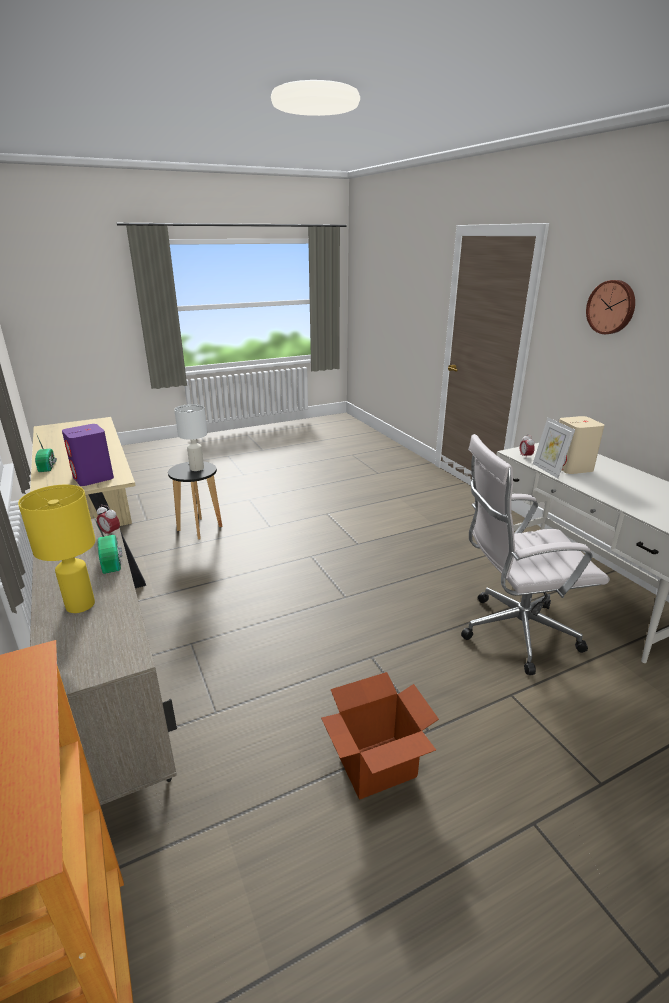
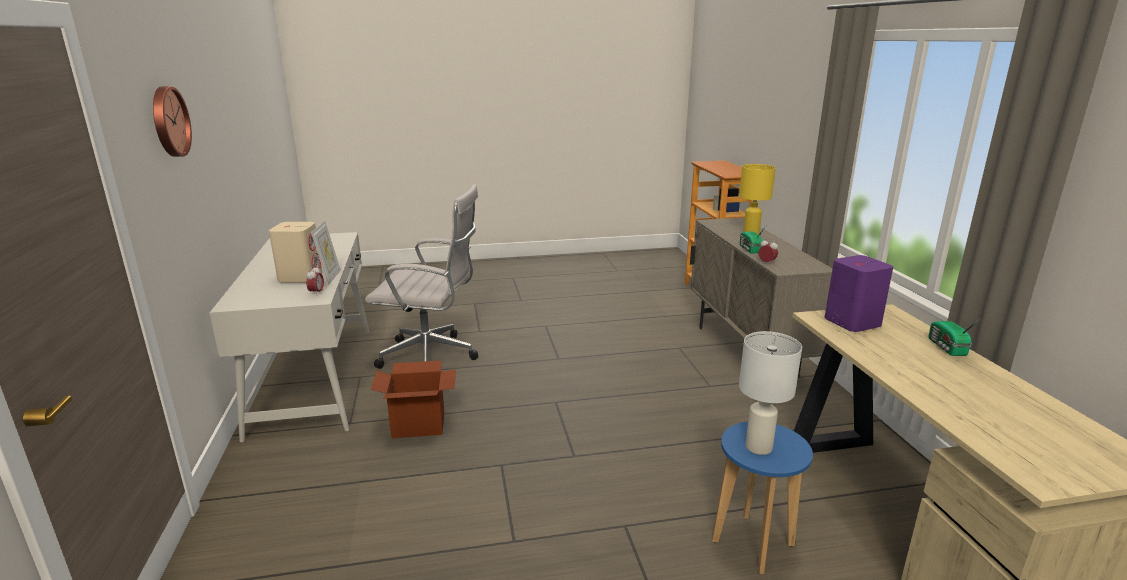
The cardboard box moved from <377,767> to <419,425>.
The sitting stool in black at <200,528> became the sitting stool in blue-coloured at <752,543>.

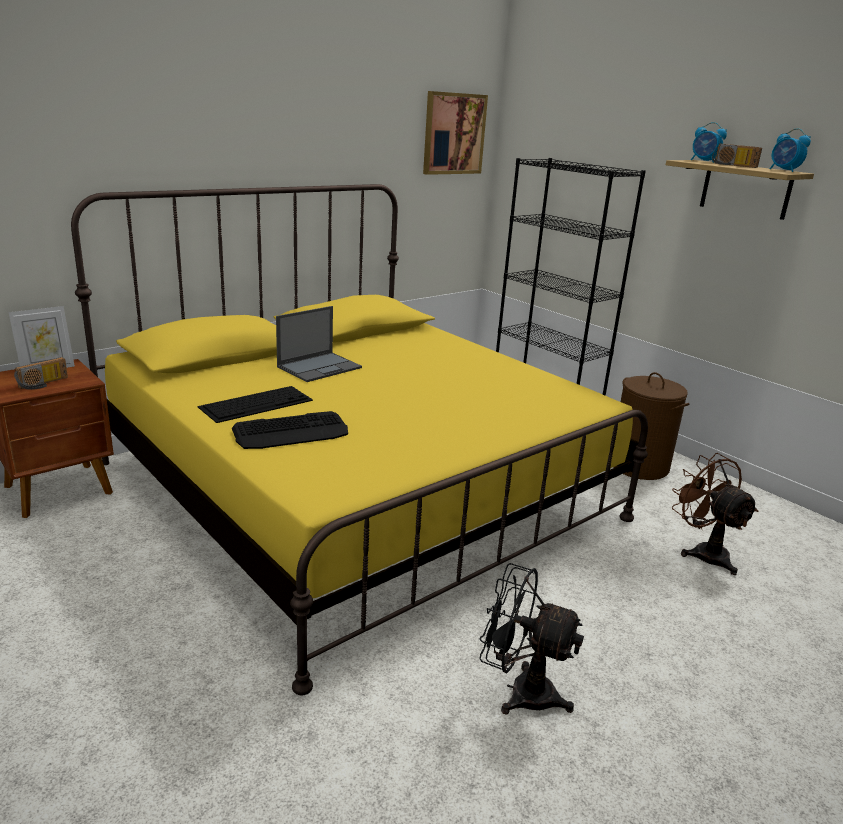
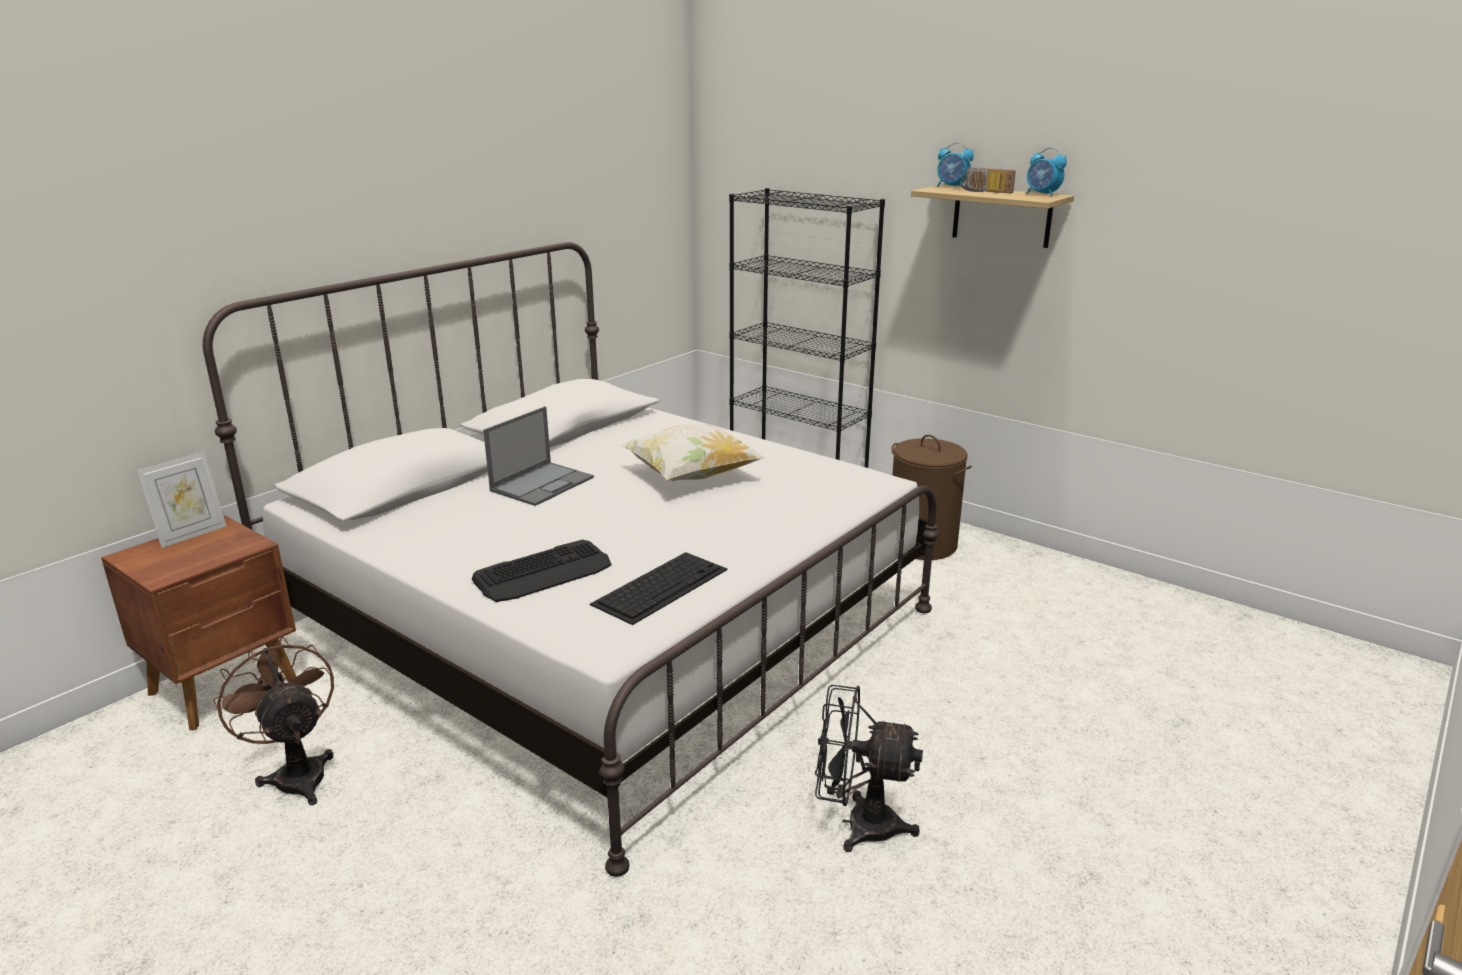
The radio receiver at <44,384> disappeared.
The wall art at <453,134> disappeared.
The pillow at <691,476> appeared.
The keyboard moved from <257,403> to <661,586>.
The cooling fan in brown-coloured moved from <703,552> to <297,773>.
The bed in yellow-coloured at <358,490> became the bed in whitish at <606,626>.

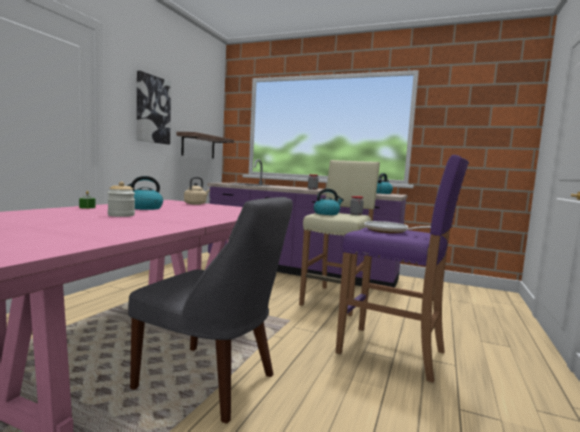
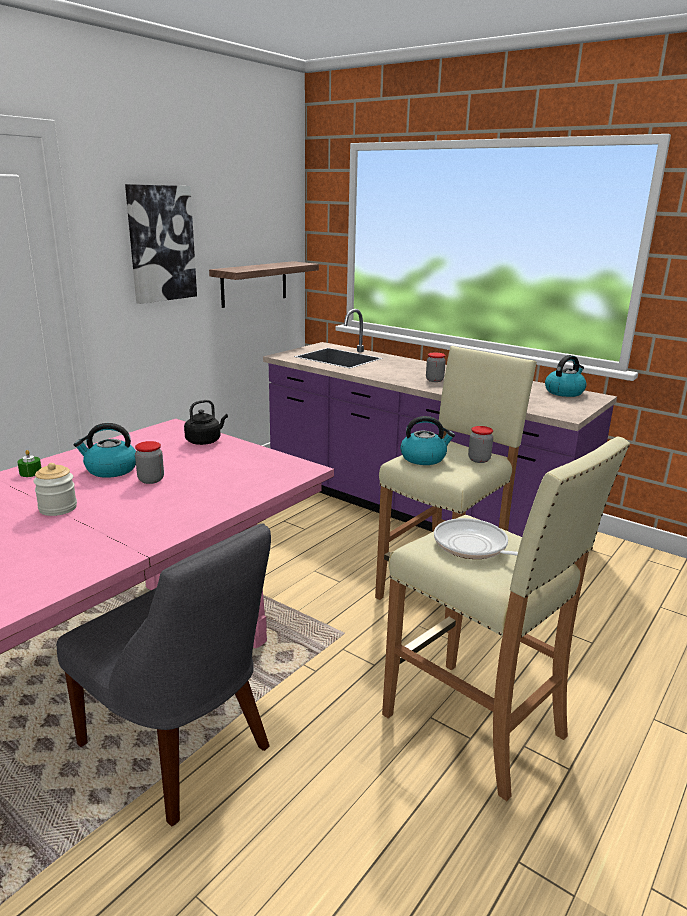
The jar at <151,480> appeared.
The kettle in beige-coloured at <196,204> became the kettle in black at <205,441>.
The sitting stool in purplish at <392,352> became the sitting stool in beige-coloured at <475,726>.

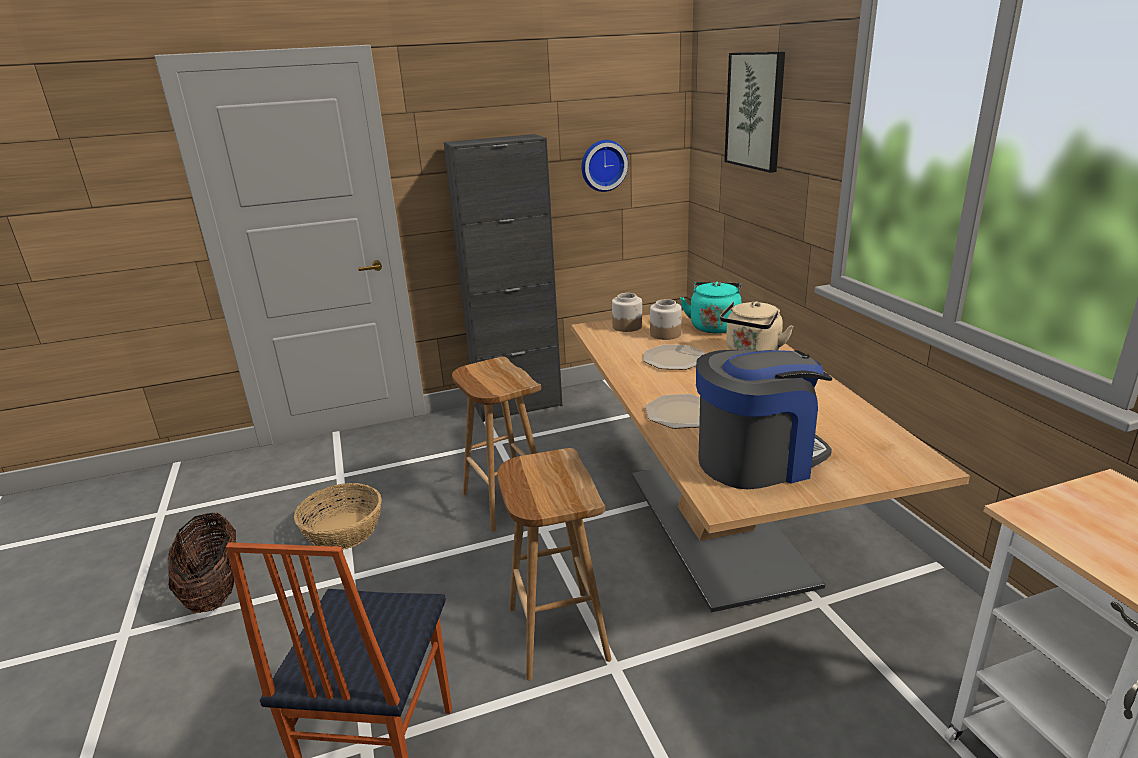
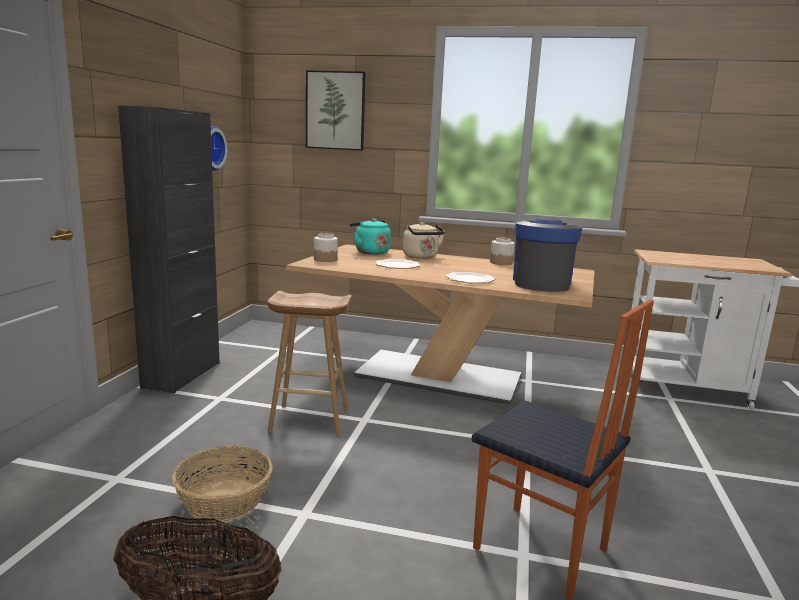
The sitting stool in brown-coloured at <556,632> disappeared.
The jar moved from <666,334> to <501,263>.

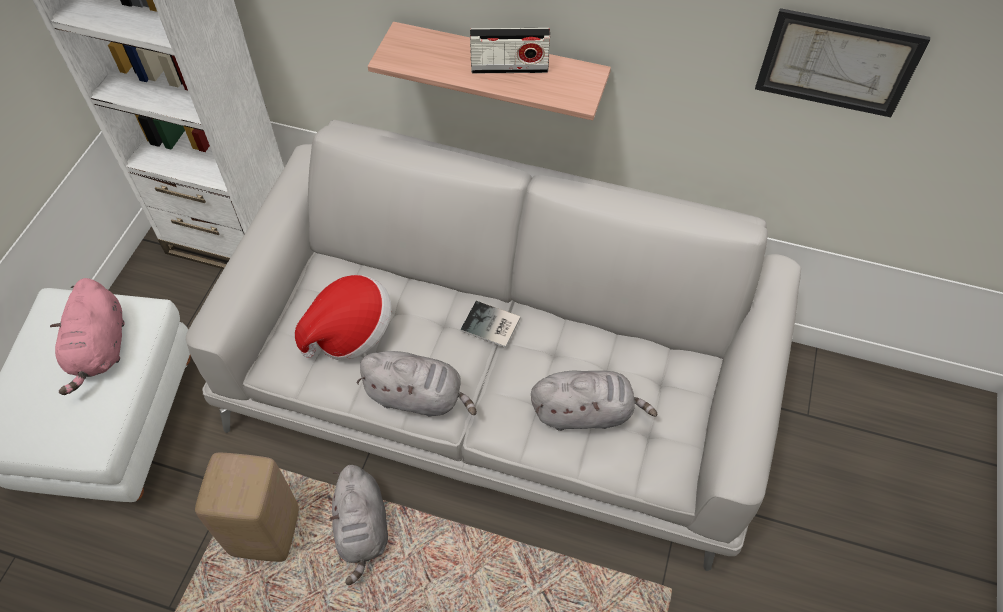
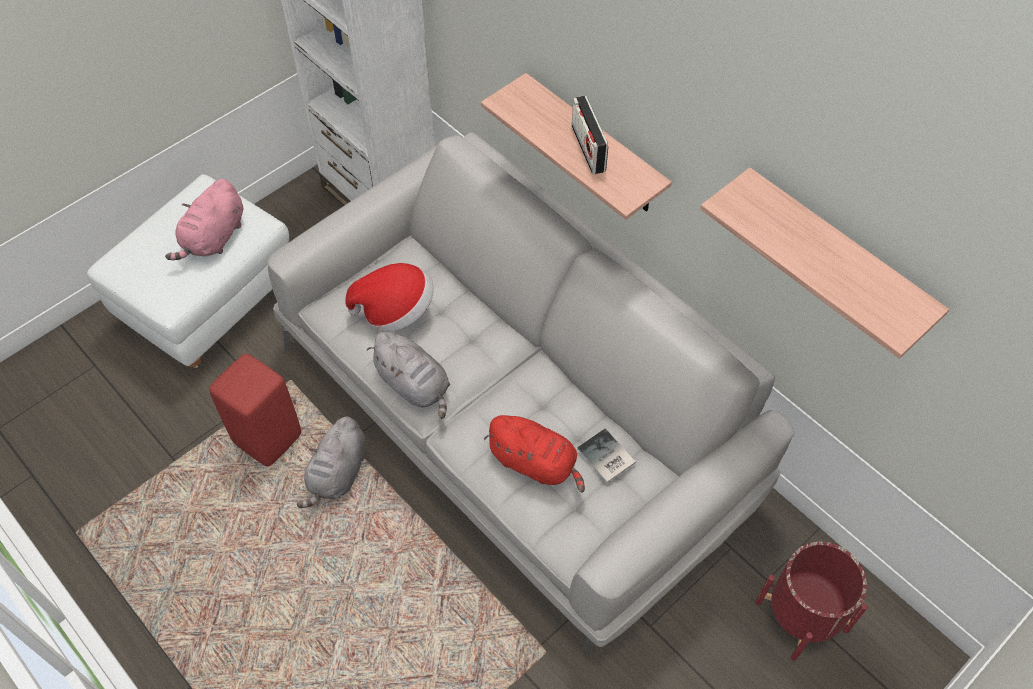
The flower pot in red-coloured at <801,616> appeared.
The volume moved from <491,326> to <605,458>.
The wall art at <837,62> was replaced by the bracket shelf at <835,257>.
The sitting stool in beige-coloured at <264,530> became the sitting stool in red-coloured at <268,437>.
The plush toy in gray at <586,412> became the plush toy in red-coloured at <536,463>.
The radio receiver at <509,68> turned 45 degrees clockwise.

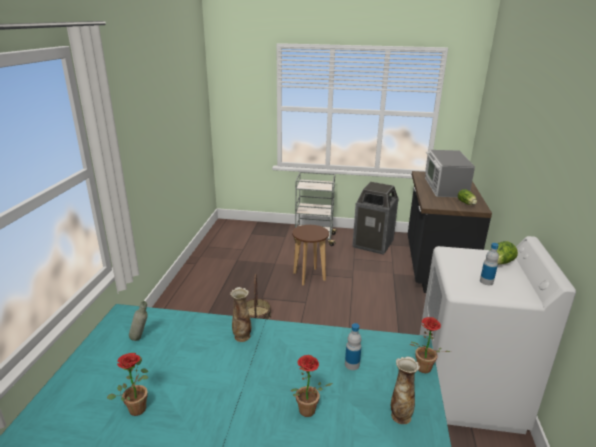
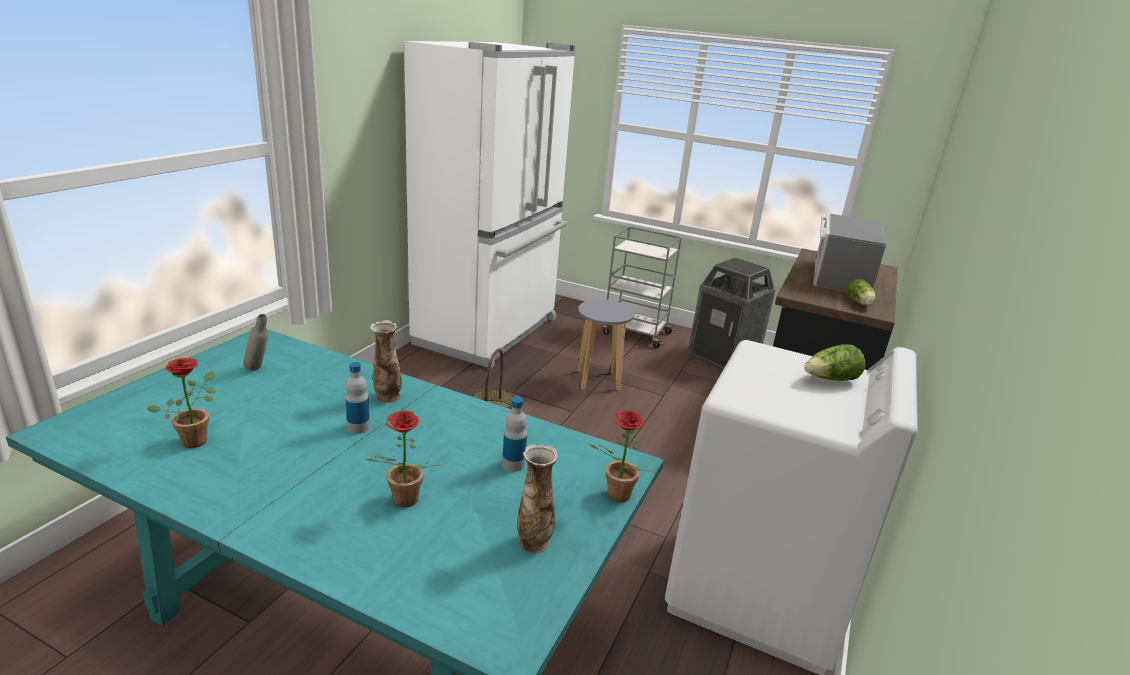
The kitchen fridge in whitish at <490,331> appeared.
The drink bottle moved from <486,281> to <358,427>.
The sitting stool in brown-coloured at <309,277> became the sitting stool in gray at <598,380>.

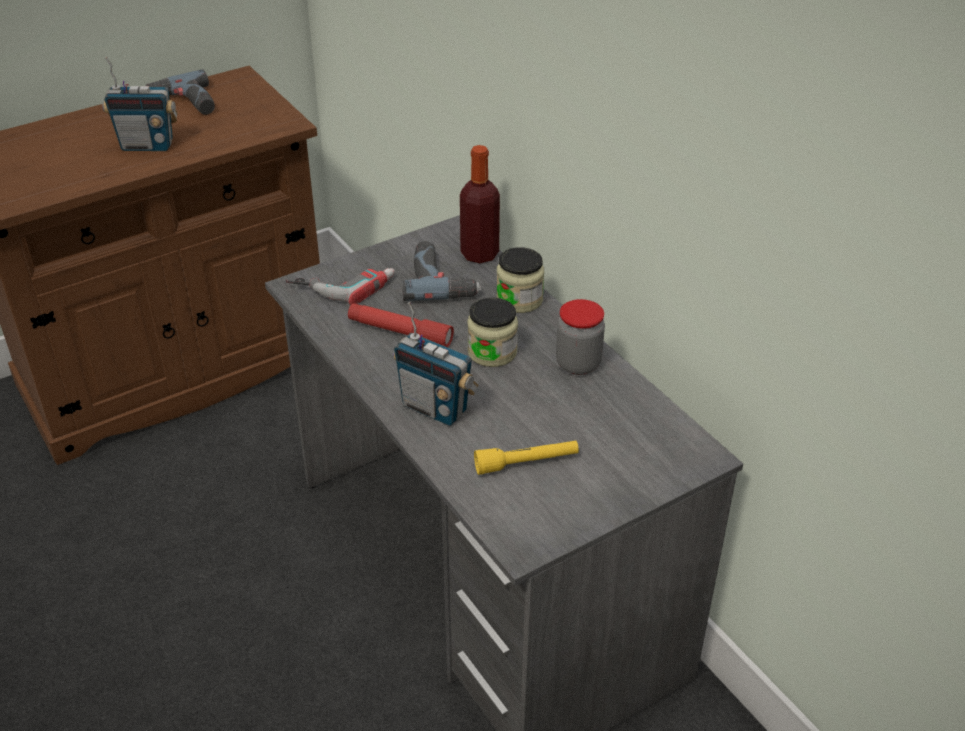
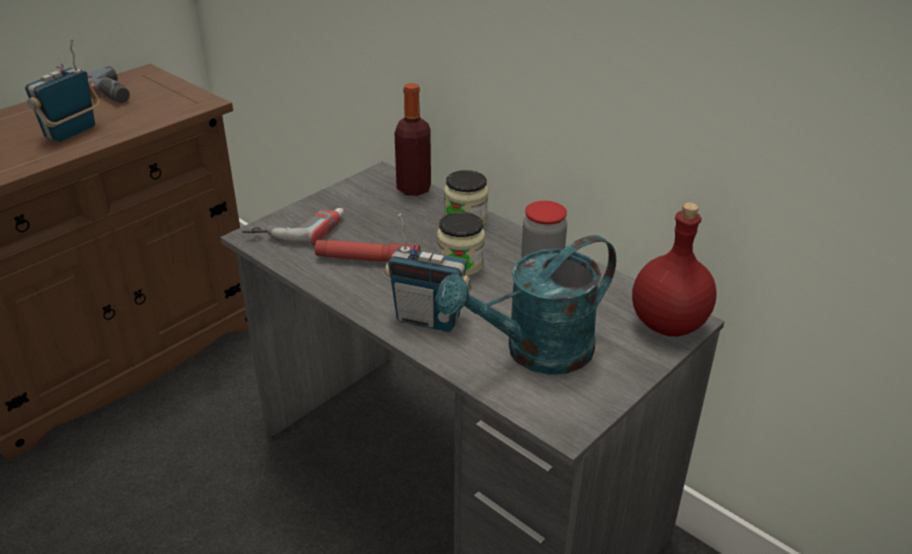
The power drill at <441,280> disappeared.
The drink bottle in red-coloured at <669,324> appeared.
The hand torch in yellow-coloured at <526,463> was replaced by the watering can in turquoise at <535,352>.
The radio receiver at <147,145> turned 135 degrees clockwise.

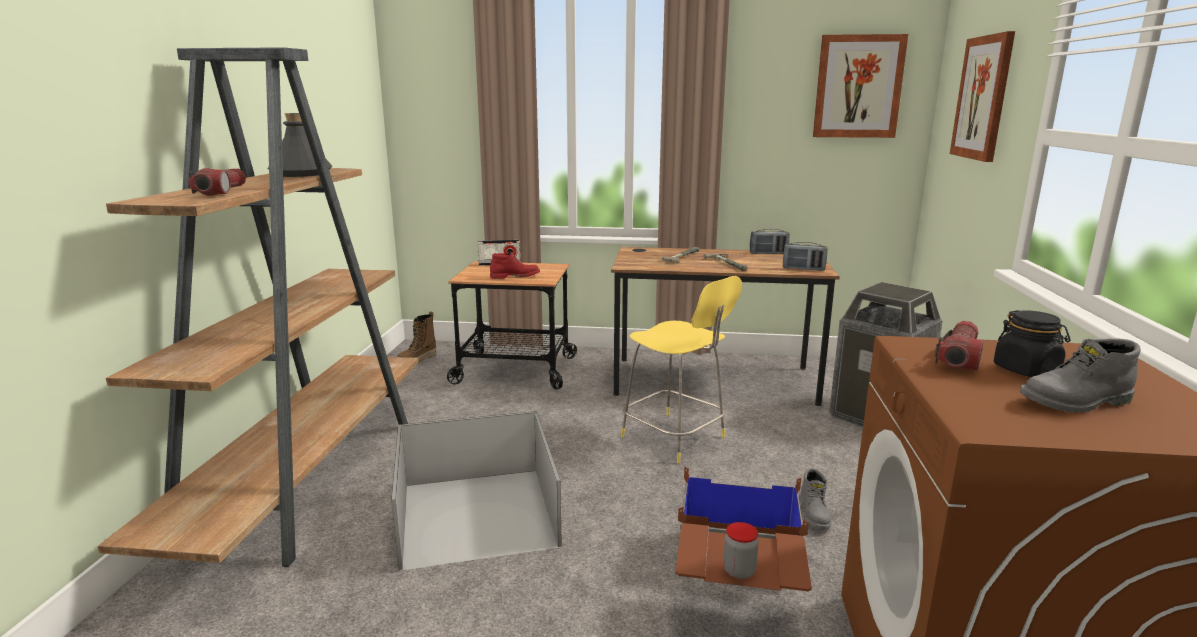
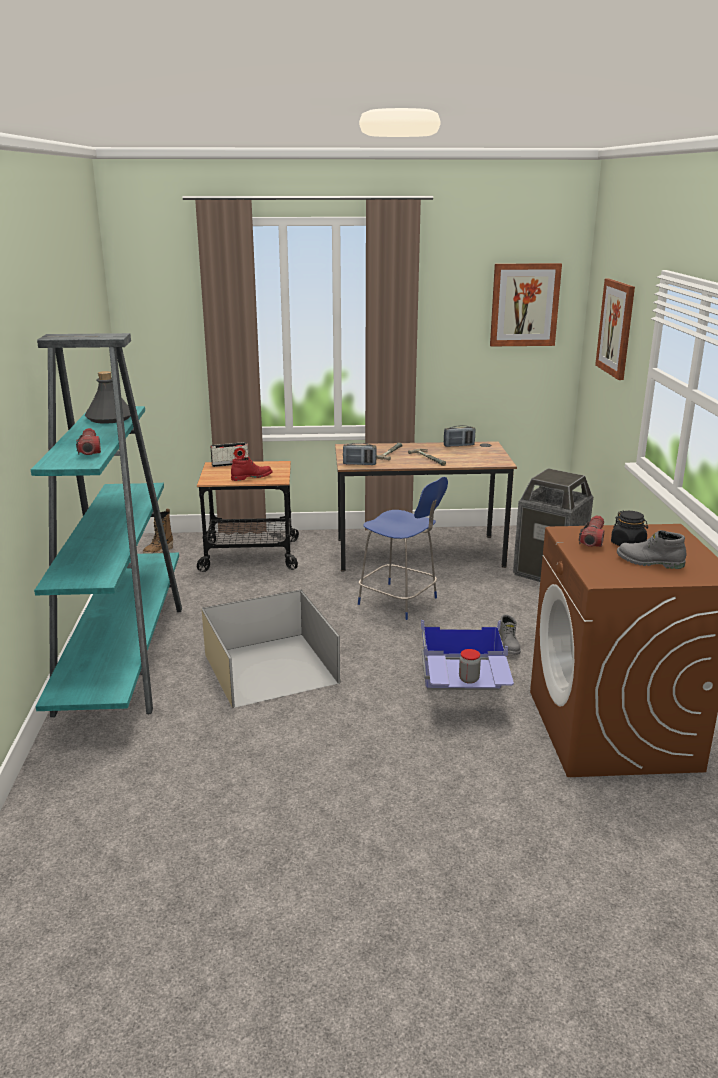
The radio receiver moved from <803,269> to <359,464>.
The shelving unit in brown-coloured at <306,477> became the shelving unit in turquoise at <123,655>.
The sitting stool in yellow-coloured at <675,438> became the sitting stool in blue-coloured at <400,602>.
The storage box in brown-coloured at <736,584> became the storage box in blue-coloured at <463,693>.
The boot in gray at <1076,402> turned 45 degrees clockwise.

